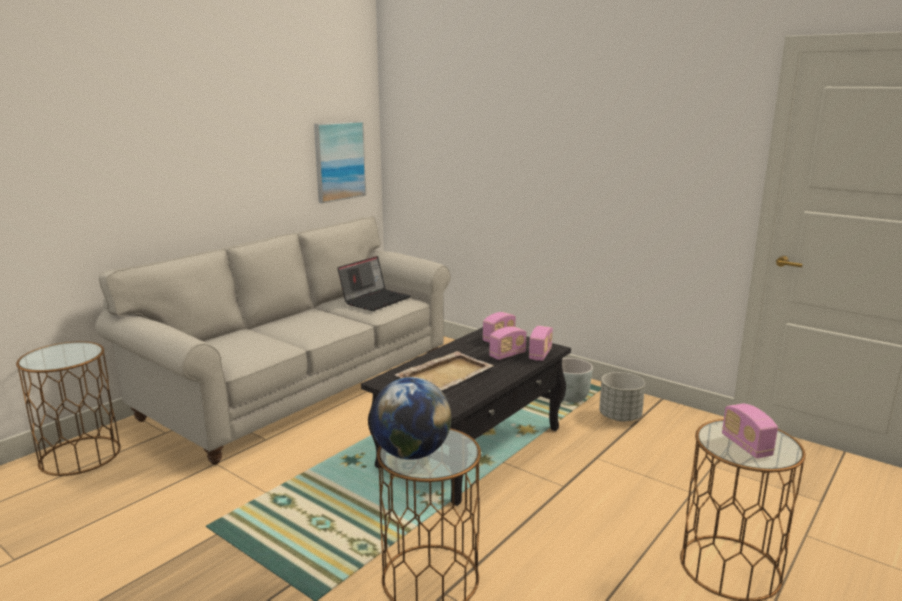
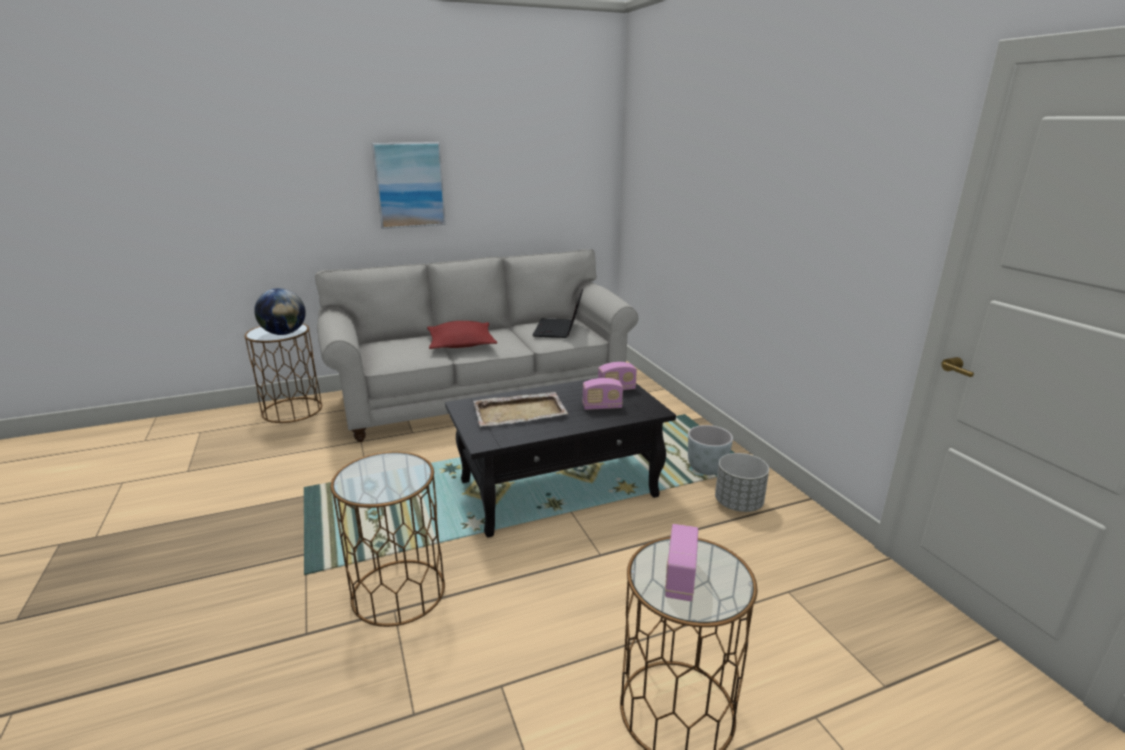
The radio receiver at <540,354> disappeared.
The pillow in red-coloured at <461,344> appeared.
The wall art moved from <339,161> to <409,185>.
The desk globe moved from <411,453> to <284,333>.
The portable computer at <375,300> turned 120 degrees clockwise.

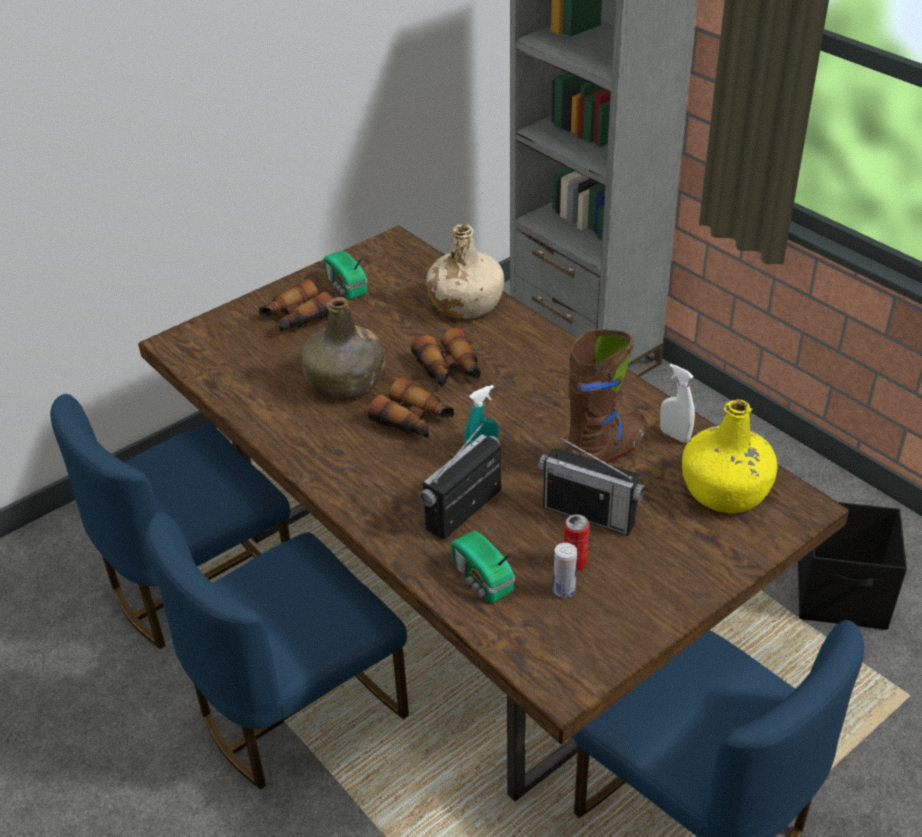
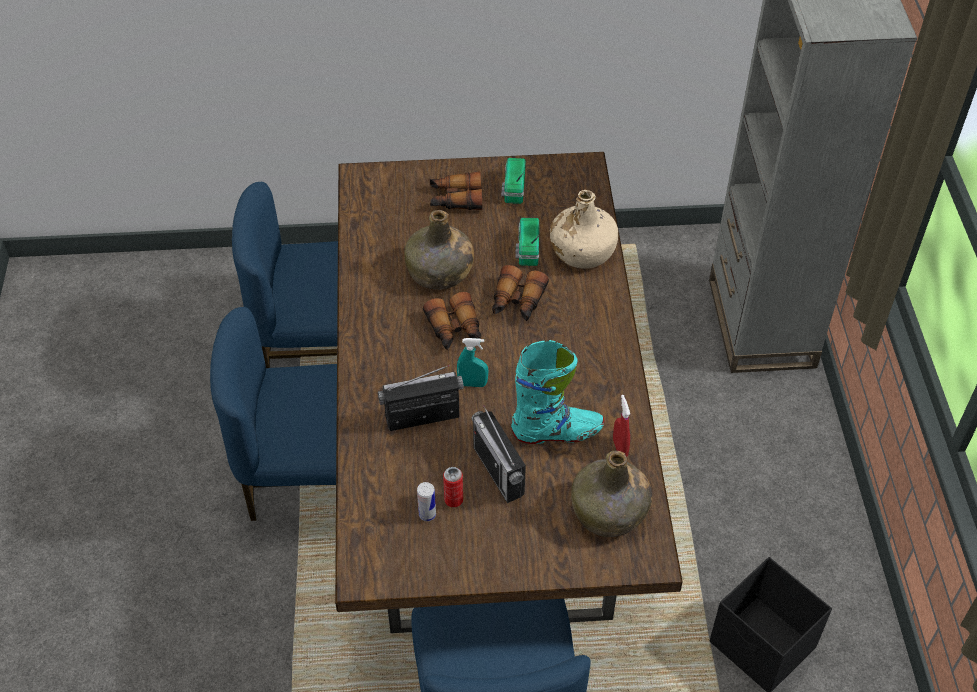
The radio receiver moved from <482,580> to <527,250>.
The boot in brown-coloured at <606,453> became the boot in turquoise at <557,432>.
The hand sprayer in whitish at <674,435> became the hand sprayer in red-coloured at <620,448>.
The drink bottle in yellow-coloured at <726,490> became the drink bottle in green-coloured at <609,512>.

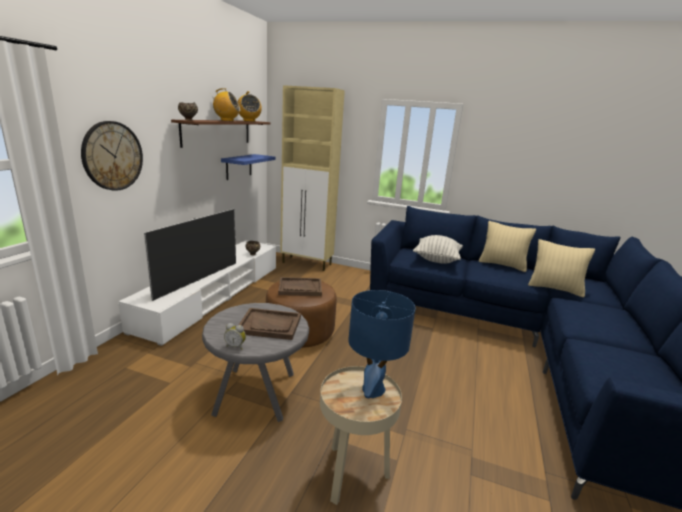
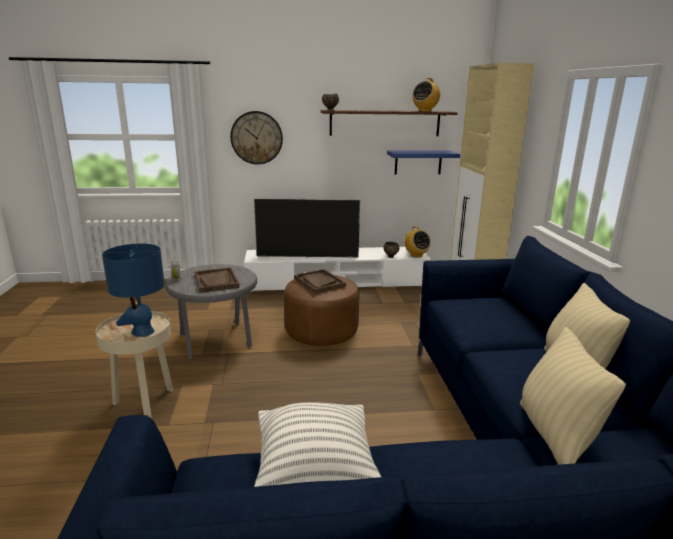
The radio receiver moved from <227,120> to <416,255>.
The pillow moved from <436,260> to <315,474>.

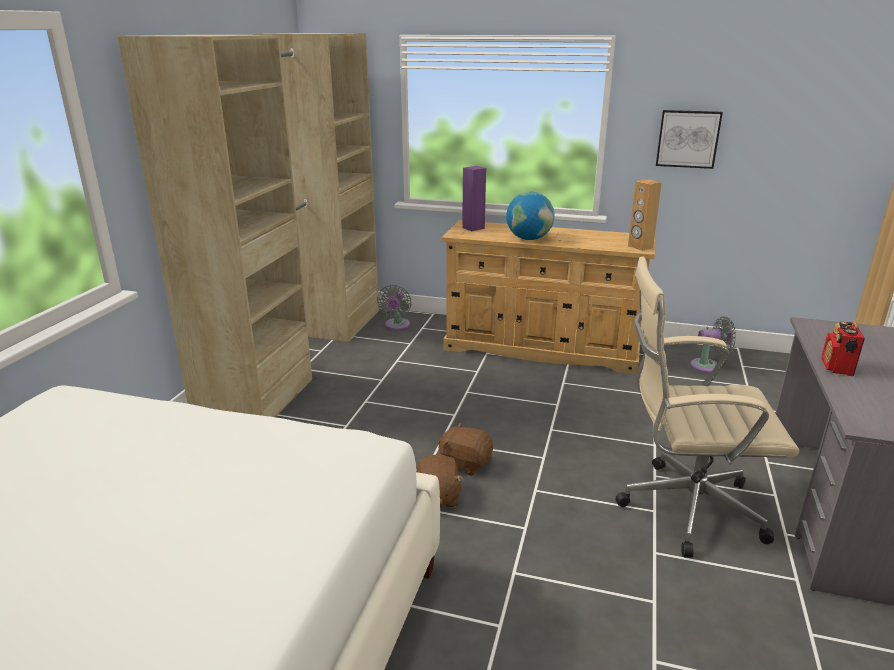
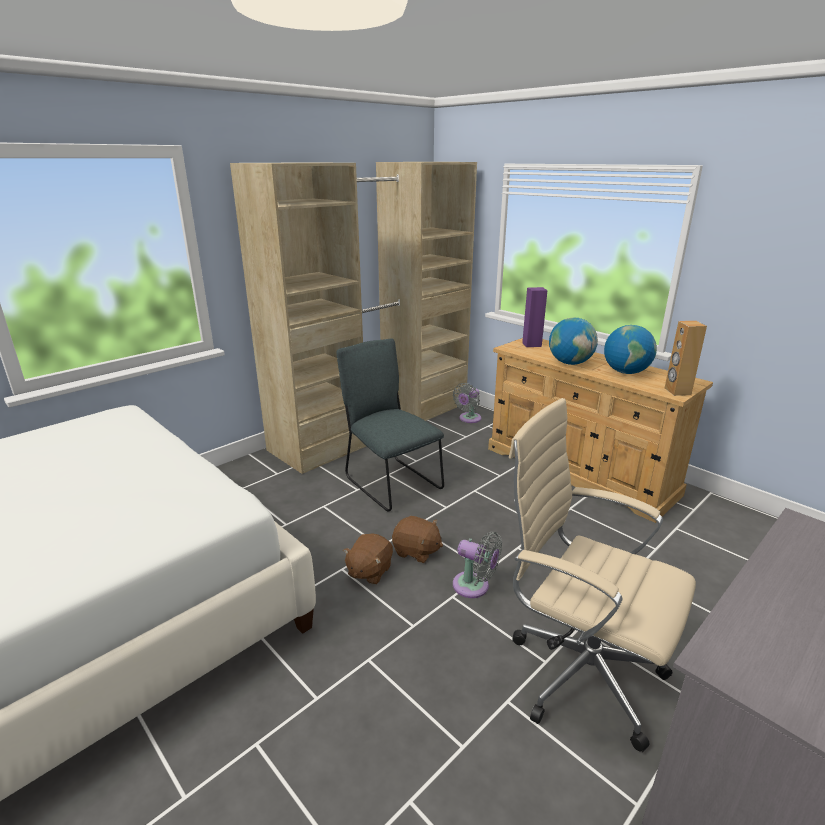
The wall art at <688,139> disappeared.
The radio receiver at <837,367> disappeared.
The chair in gray at <390,481> appeared.
The desk globe at <625,372> appeared.
The cooling fan in gray moved from <708,366> to <474,586>.
The plush toy in brown-coloured at <465,463> turned 150 degrees clockwise.

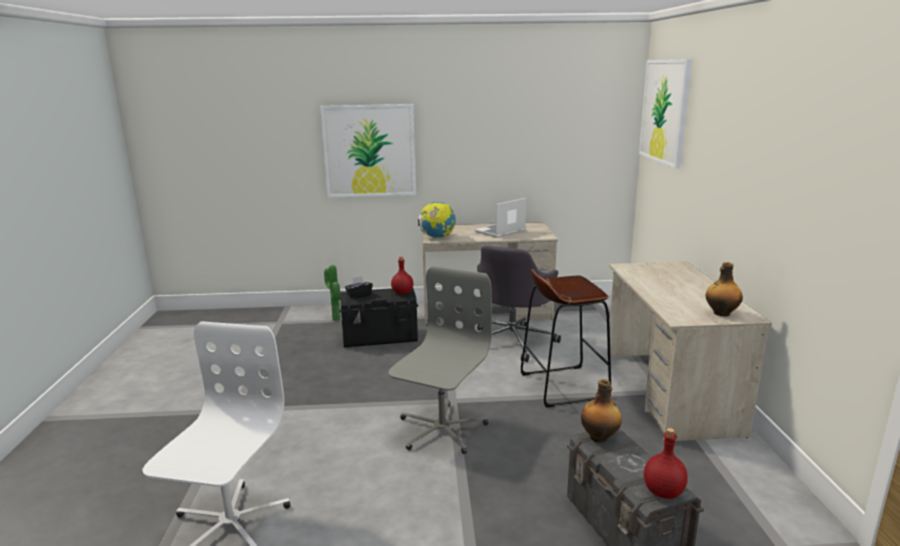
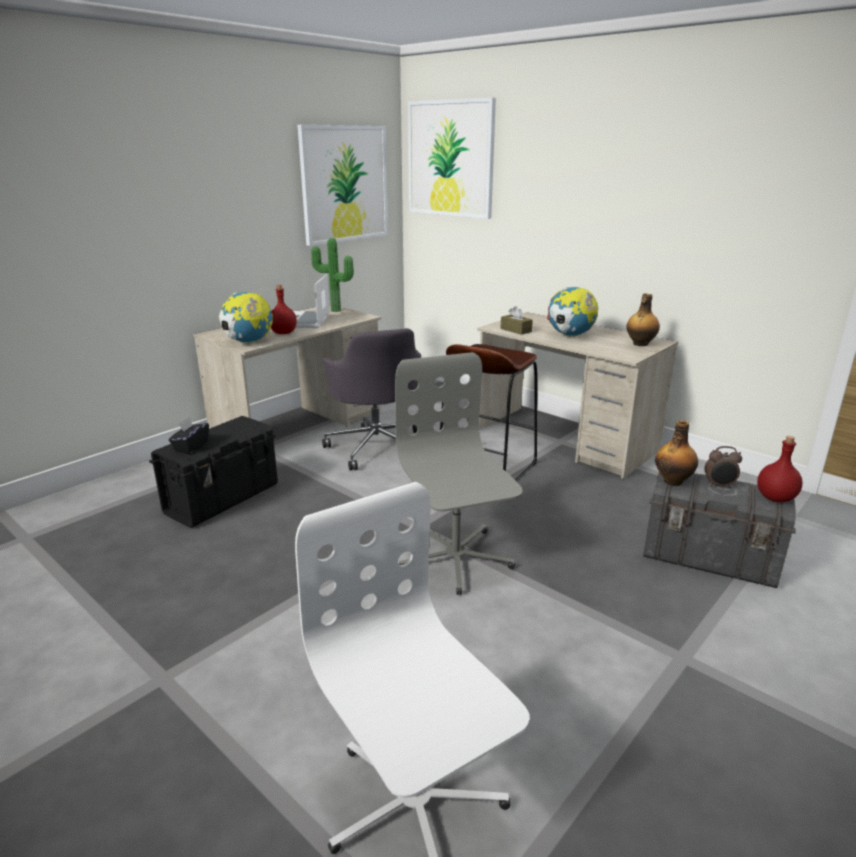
The box of tissues in brown-coloured at <515,330> appeared.
The desk globe at <570,336> appeared.
The bedside clock at <719,486> appeared.
The wall art moved from <369,151> to <344,184>.
The potted plant moved from <335,320> to <335,311>.
The drink bottle in red-coloured moved from <403,293> to <283,333>.

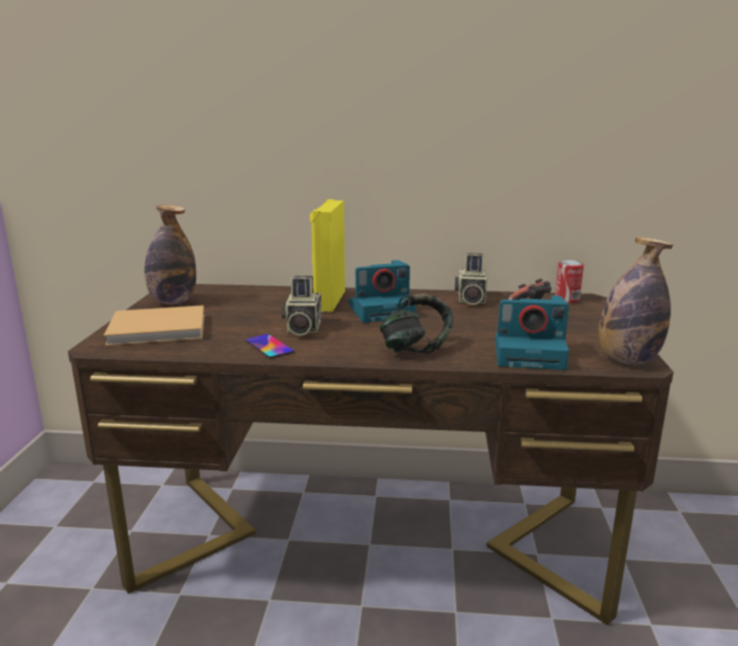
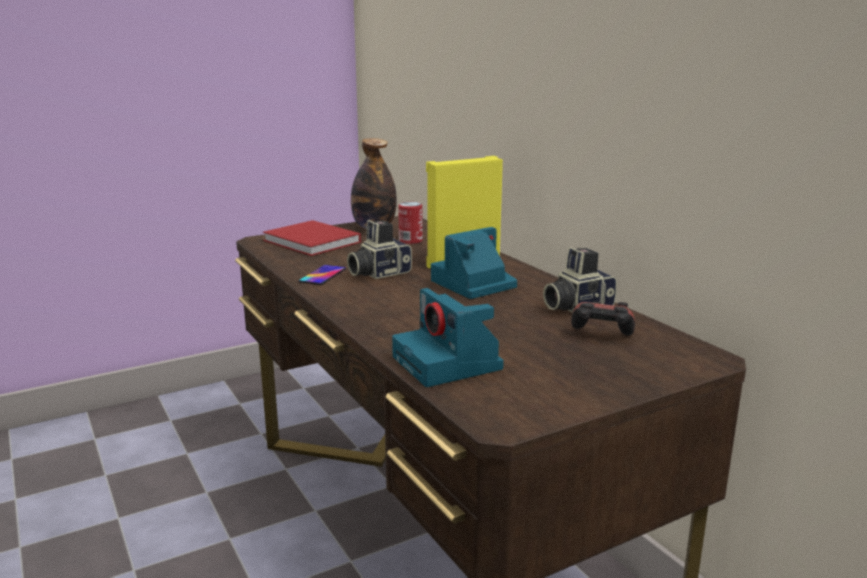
The headphones at <415,349> disappeared.
The drink bottle at <627,360> disappeared.
The sealed can moved from <567,299> to <410,240>.
The volume in beige-coloured at <161,329> became the volume in red-coloured at <313,242>.
The photo camera at <382,310> turned 105 degrees clockwise.

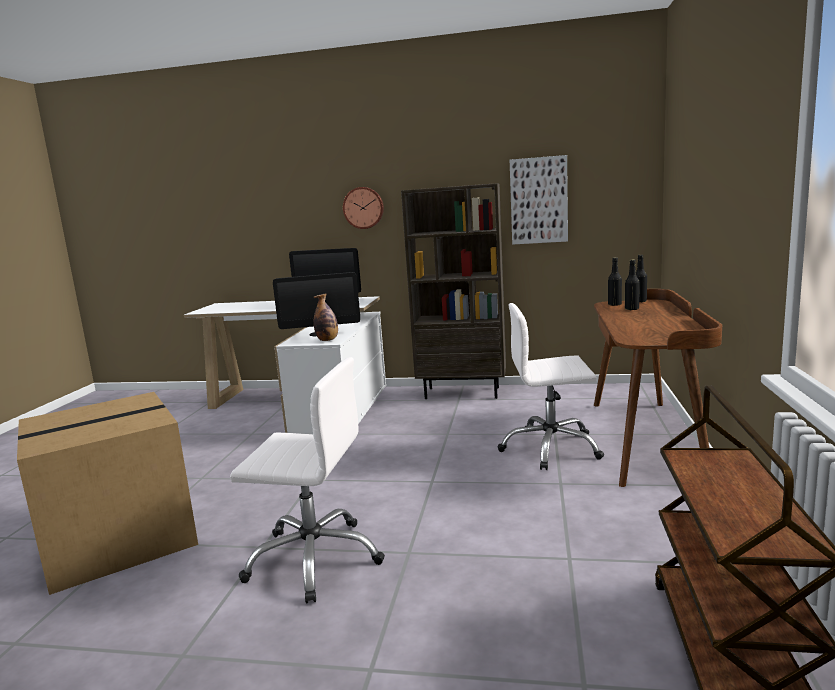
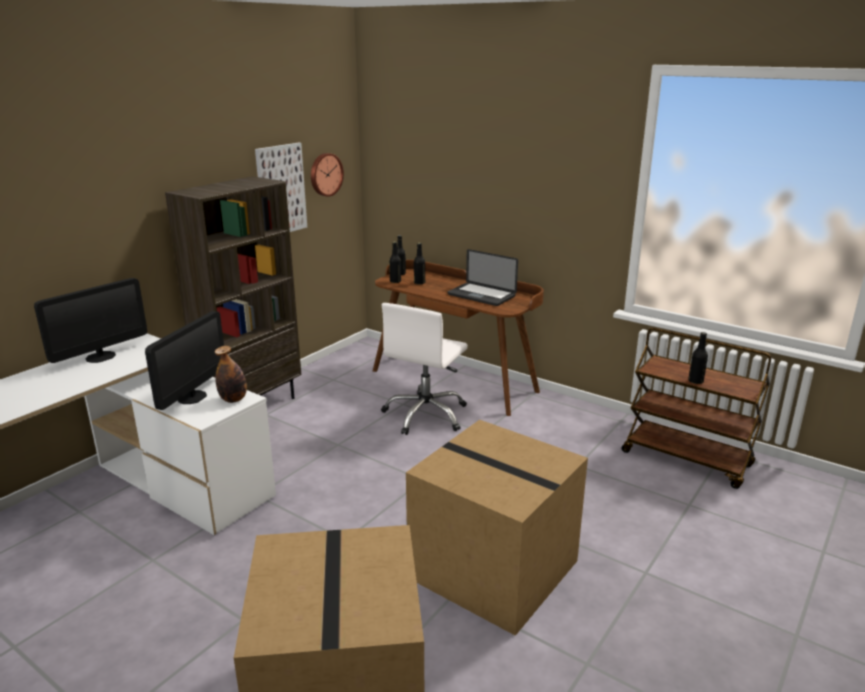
The portable computer at <481,295> appeared.
The drink bottle in black at <695,381> appeared.
The wall clock moved from <363,208> to <325,174>.
The computer chair in whitish at <314,558> was replaced by the cardboard box at <496,569>.

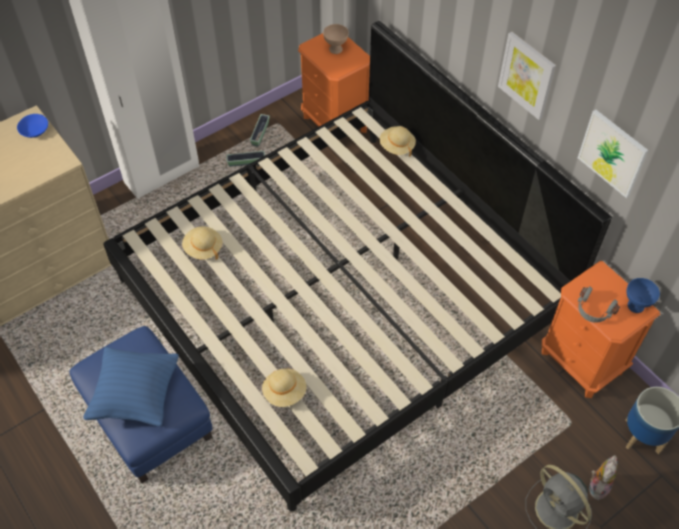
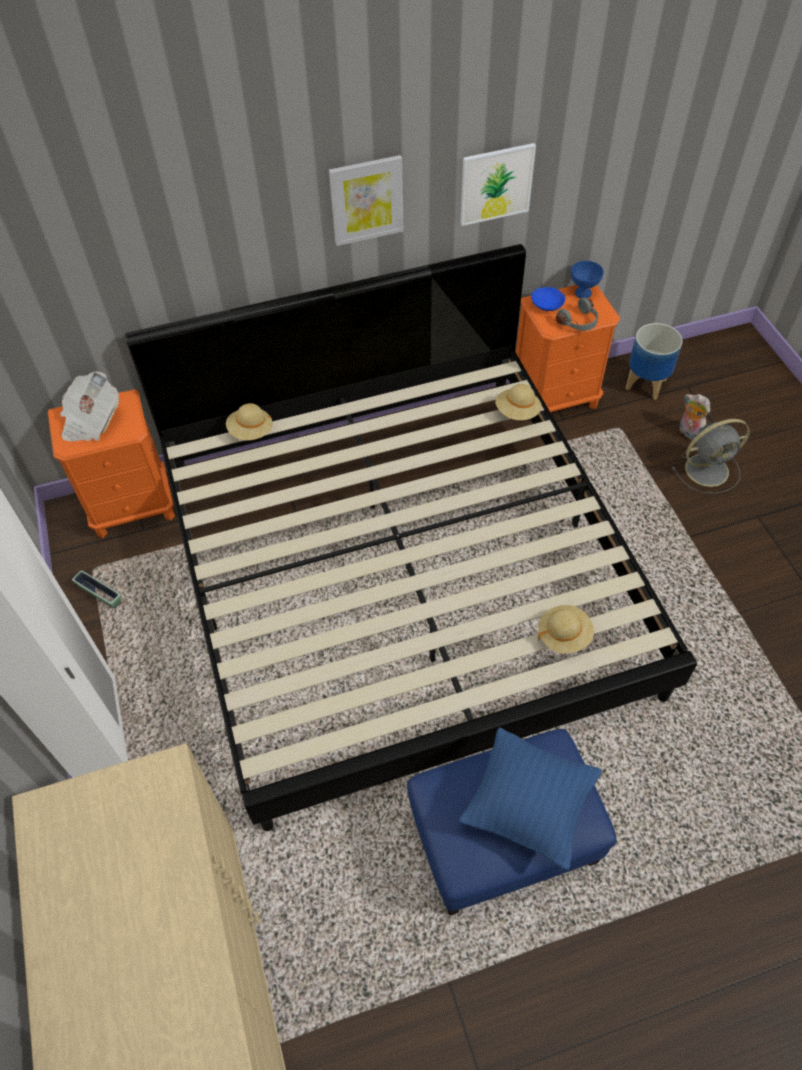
The flower pot at <246,162> disappeared.
The serving bowl in blue-coloured moved from <34,131> to <547,304>.
The hat in beige-coloured moved from <203,248> to <517,412>.
The serving bowl in beige-coloured at <335,49> was replaced by the daily paper at <91,421>.

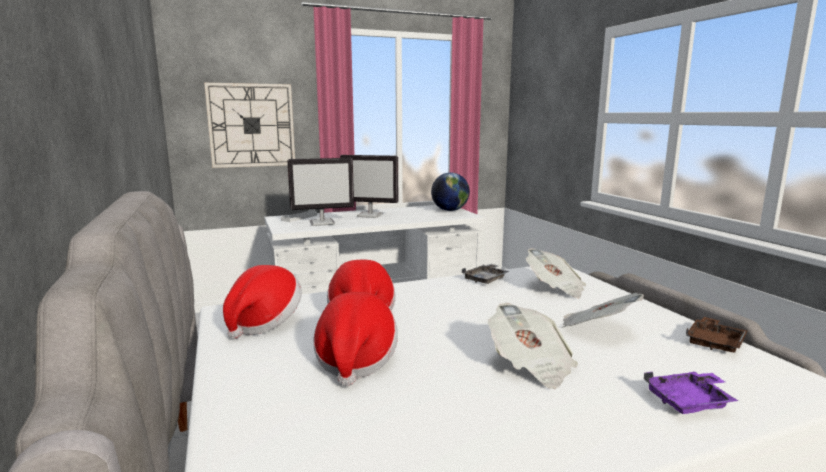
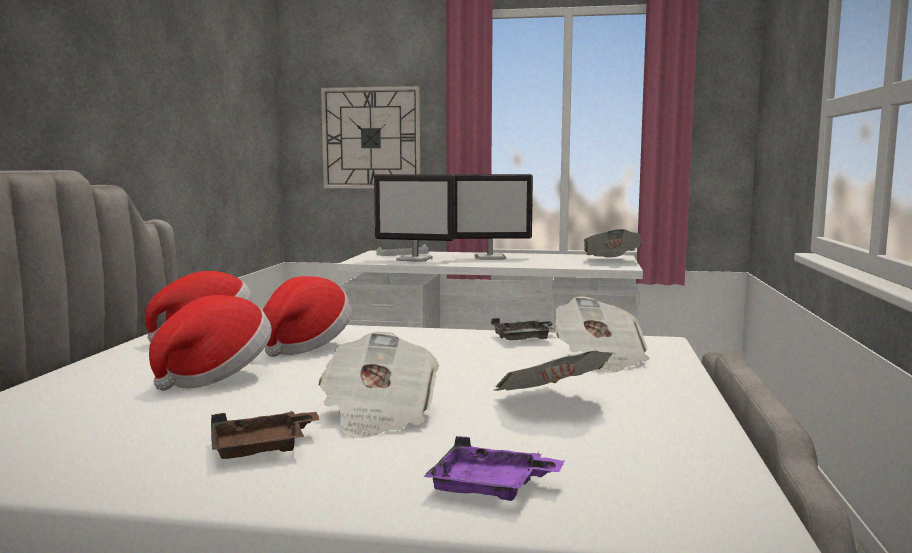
The tray in brown-coloured moved from <714,342> to <262,448>.
The desk globe at <450,210> was replaced by the daily paper at <611,261>.
The monitor at <370,215> turned 45 degrees counterclockwise.

